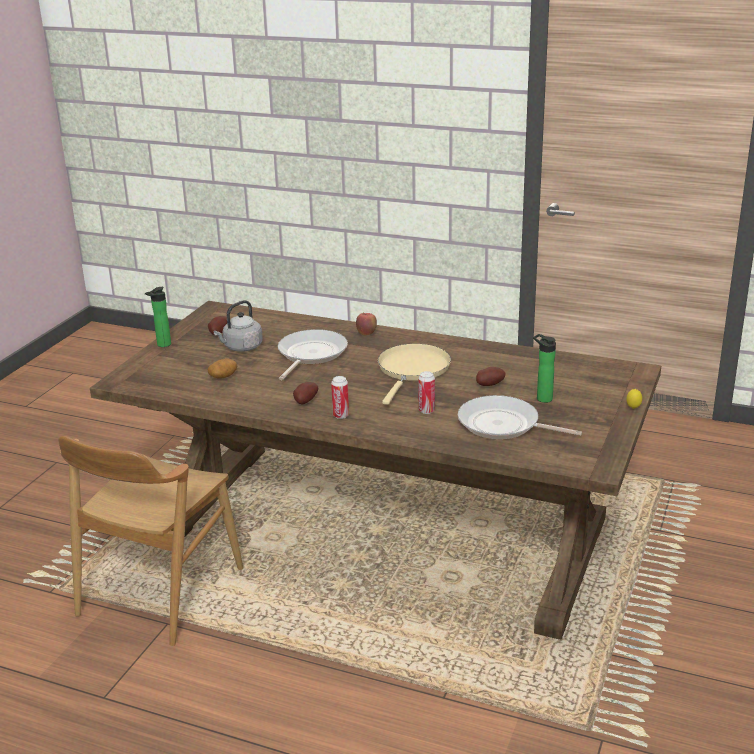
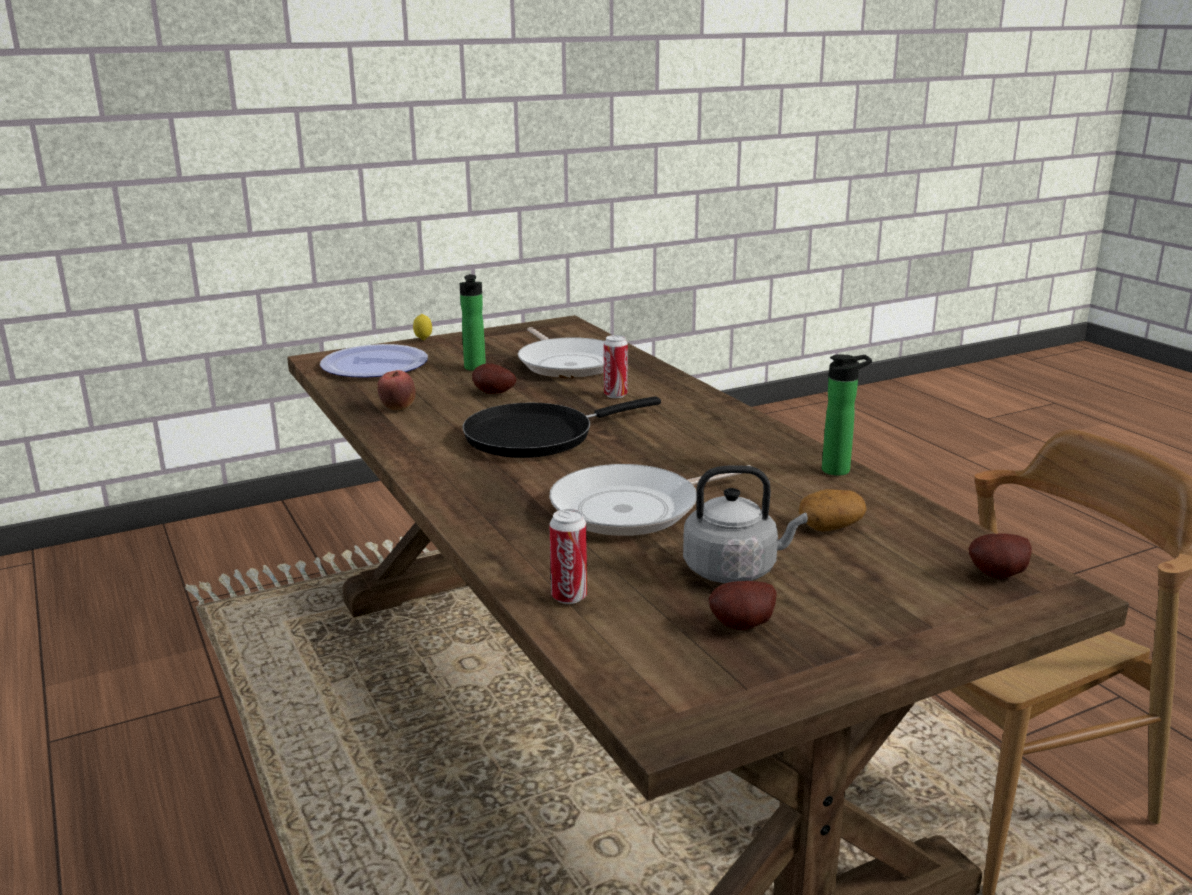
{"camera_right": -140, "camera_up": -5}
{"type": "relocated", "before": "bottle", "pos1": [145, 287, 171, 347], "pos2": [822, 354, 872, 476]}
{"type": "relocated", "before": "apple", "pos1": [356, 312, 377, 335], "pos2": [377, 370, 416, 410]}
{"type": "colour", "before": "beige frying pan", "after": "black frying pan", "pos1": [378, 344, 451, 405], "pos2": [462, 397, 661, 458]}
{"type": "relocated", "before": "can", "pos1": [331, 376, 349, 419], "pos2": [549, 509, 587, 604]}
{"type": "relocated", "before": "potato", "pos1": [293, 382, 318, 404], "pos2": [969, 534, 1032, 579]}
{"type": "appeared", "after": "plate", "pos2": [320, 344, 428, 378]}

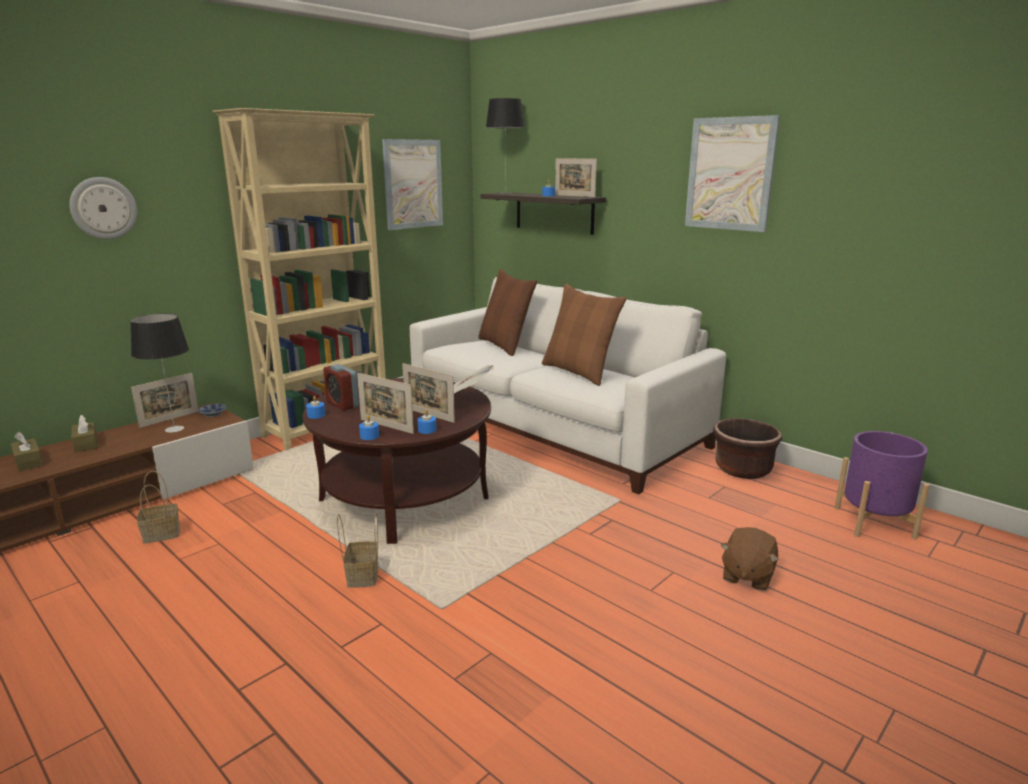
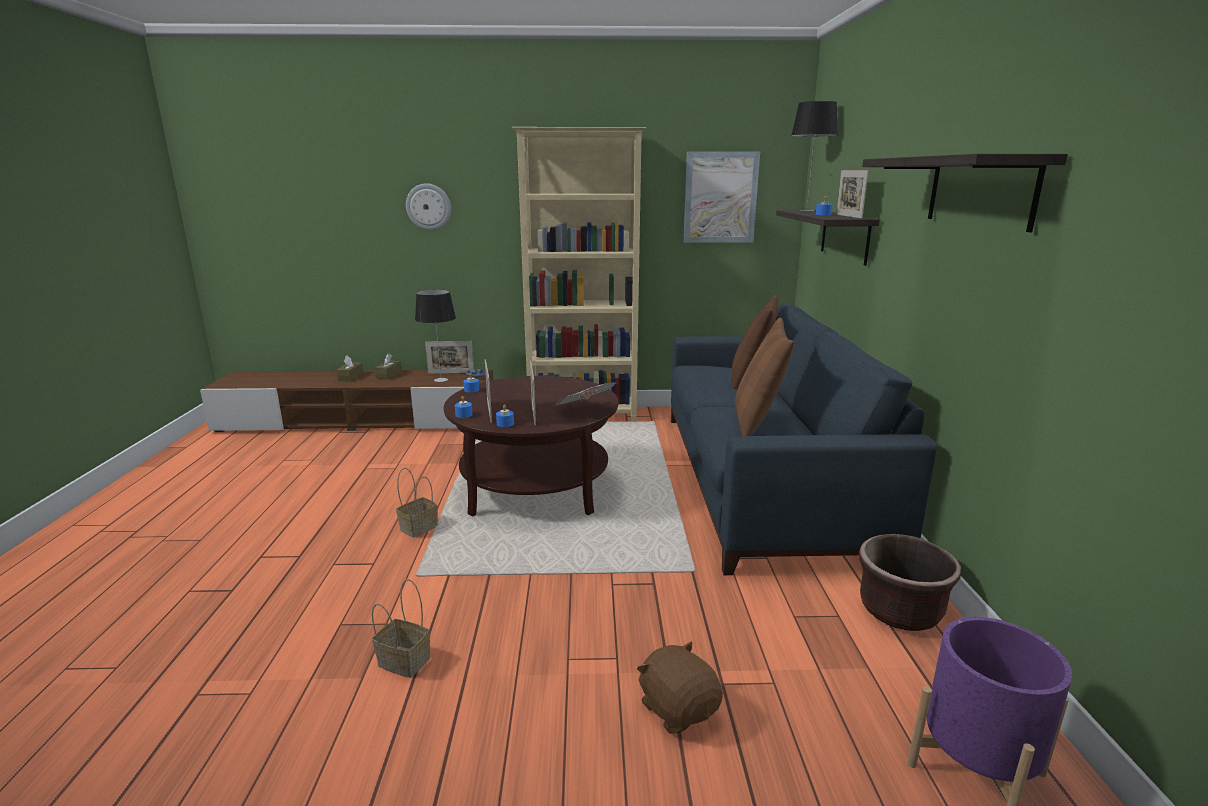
{"camera_right": 45, "camera_up": 0}
{"type": "exchanged", "before": "picture", "after": "shelf", "pos1": [685, 115, 780, 232], "pos2": [862, 154, 1068, 232]}
{"type": "colour", "before": "white sofa", "after": "blue sofa", "pos1": [410, 277, 726, 495], "pos2": [671, 304, 937, 575]}
{"type": "missing", "before": "alarm clock", "pos1": [323, 364, 359, 410]}
{"type": "relocated", "before": "basket", "pos1": [137, 471, 180, 543], "pos2": [372, 579, 431, 678]}
{"type": "spun", "before": "brown plush toy", "pos1": [721, 527, 779, 591], "pos2": [637, 641, 723, 734], "turn": 75}

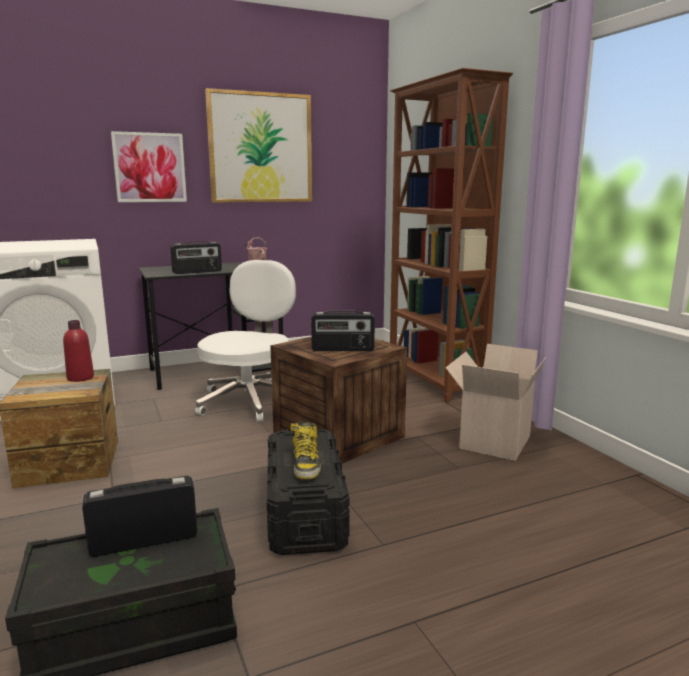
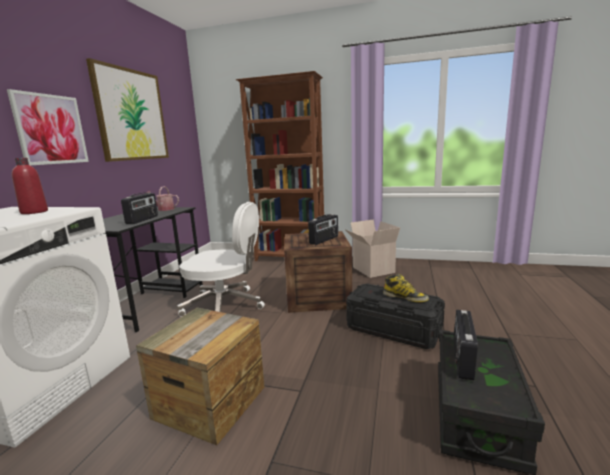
{"camera_right": -50, "camera_up": 0}
{"type": "spun", "before": "white office chair", "pos1": [195, 260, 296, 422], "pos2": [177, 202, 265, 317], "turn": 135}
{"type": "relocated", "before": "red bottle", "pos1": [63, 320, 94, 382], "pos2": [12, 158, 48, 214]}

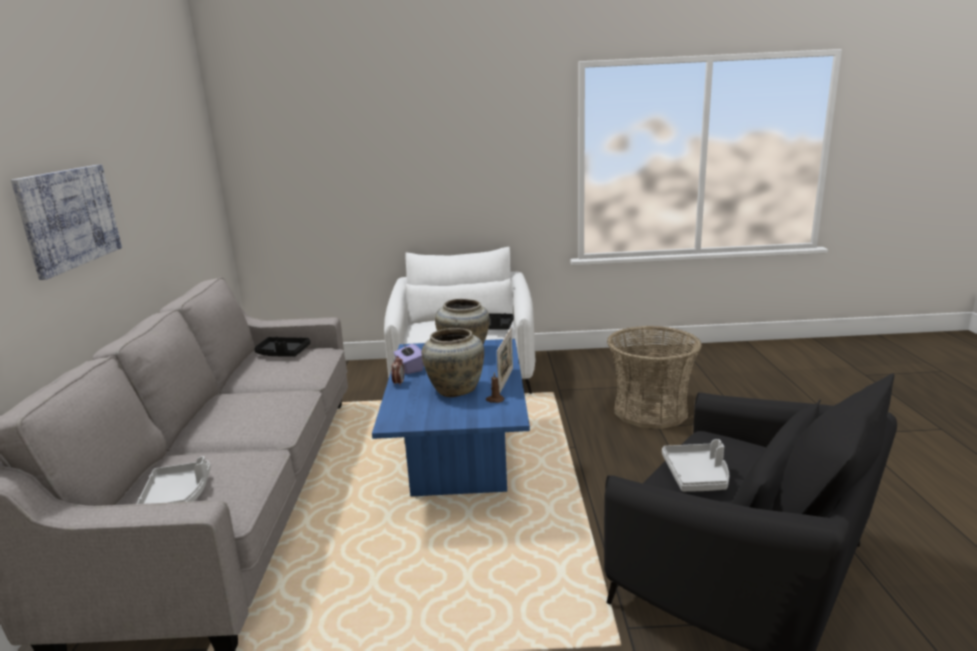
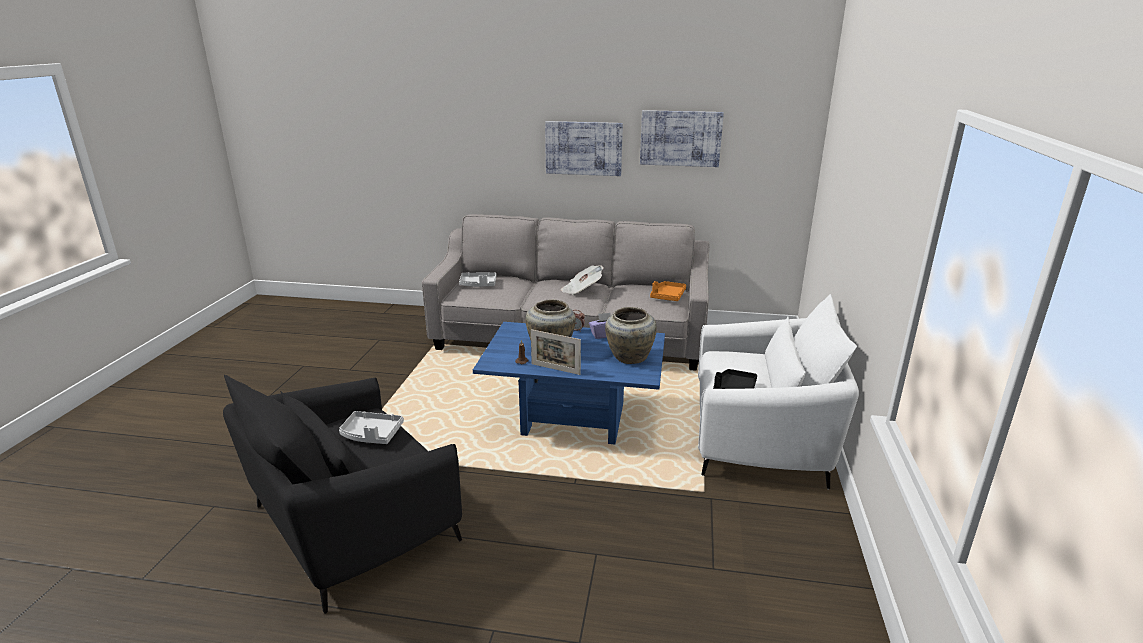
{"camera_right": 100, "camera_up": 5}
{"type": "missing", "before": "basket", "pos1": [607, 326, 702, 429]}
{"type": "colour", "before": "black tray", "after": "orange tray", "pos1": [254, 337, 310, 357], "pos2": [650, 281, 686, 301]}
{"type": "appeared", "after": "picture", "pos2": [640, 110, 724, 167]}
{"type": "appeared", "after": "newspaper", "pos2": [561, 265, 604, 295]}

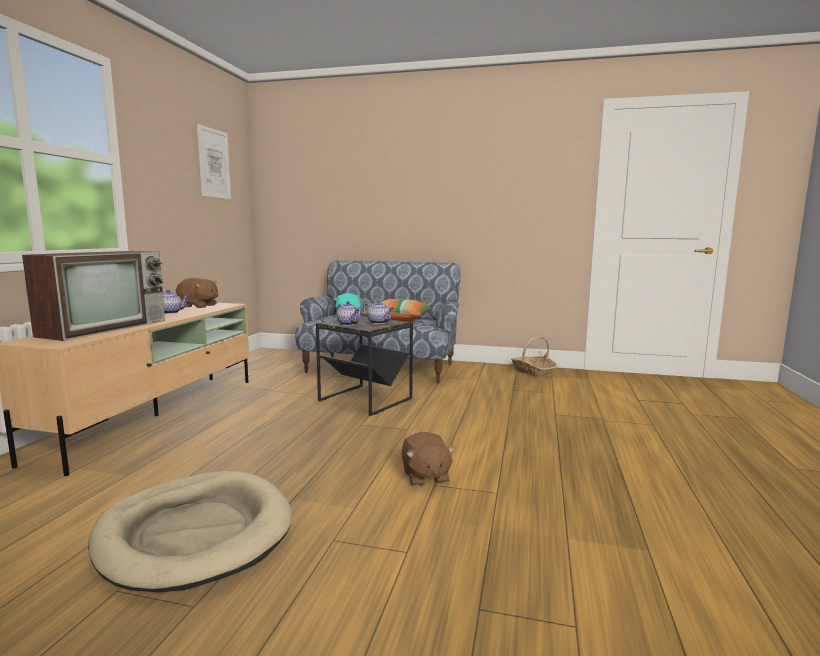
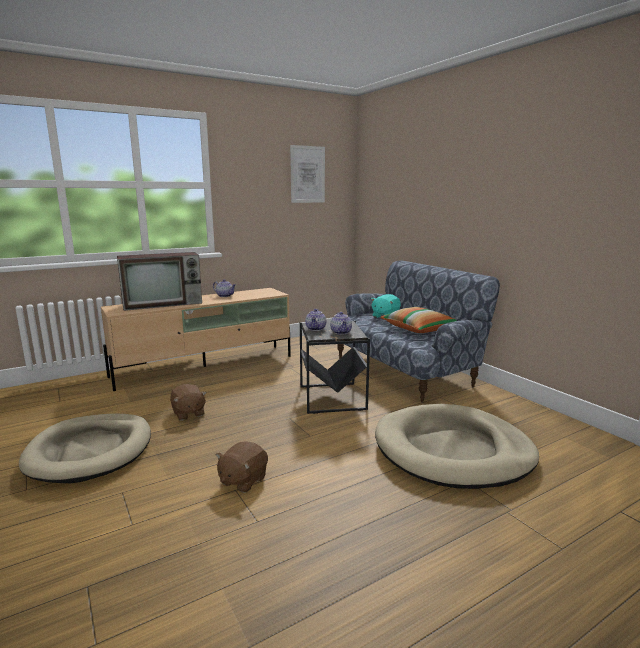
{"camera_right": 45, "camera_up": 5}
{"type": "relocated", "before": "brown plush toy", "pos1": [176, 278, 218, 308], "pos2": [170, 384, 207, 421]}
{"type": "missing", "before": "basket", "pos1": [511, 336, 557, 377]}
{"type": "appeared", "after": "beige dog bed", "pos2": [375, 404, 539, 489]}

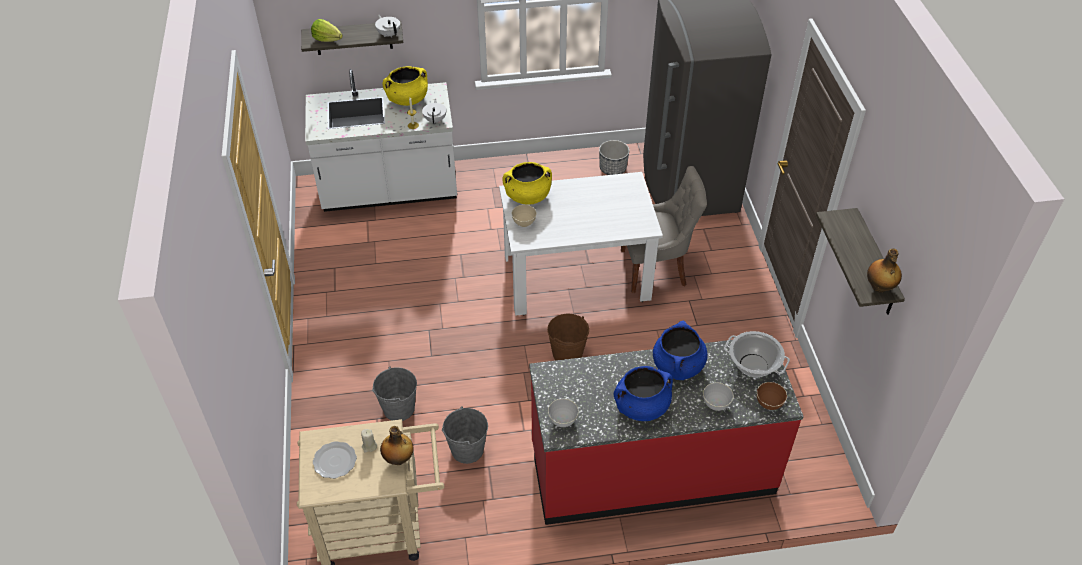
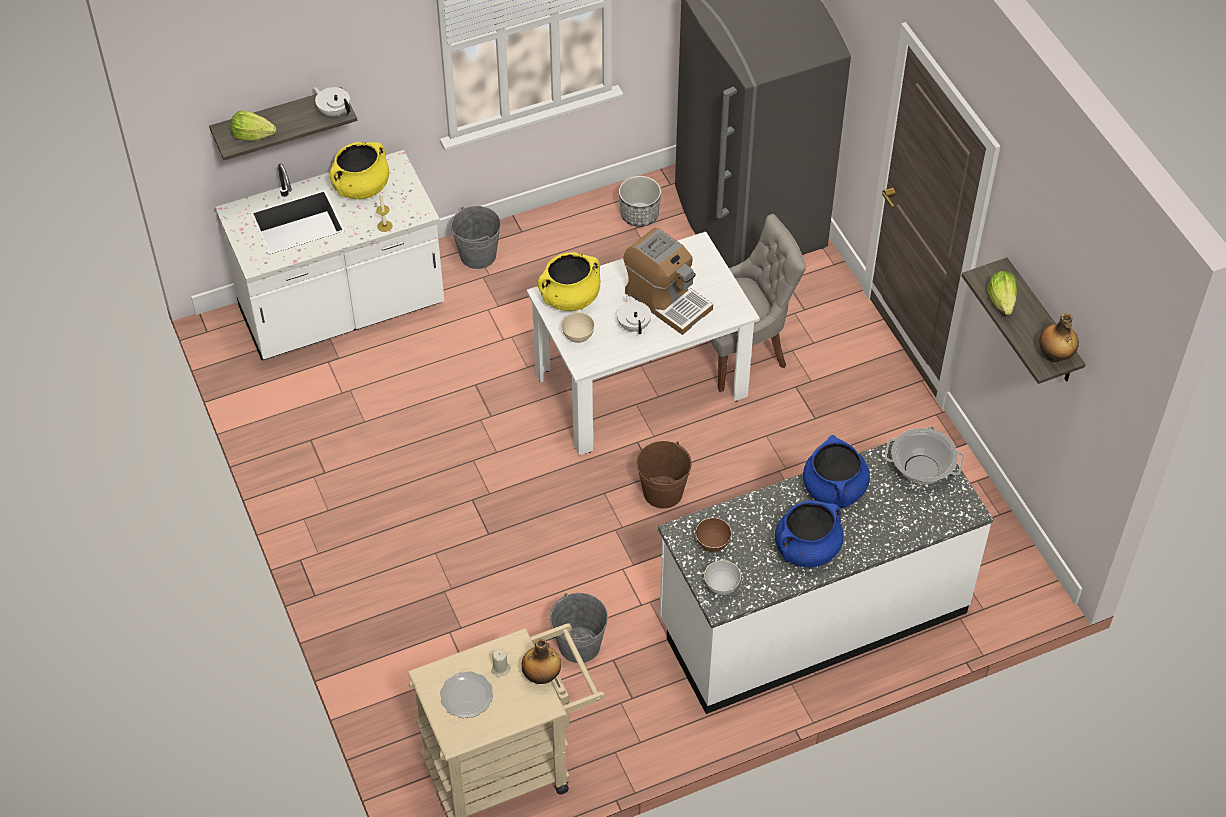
{"camera_right": -15, "camera_up": 5}
{"type": "relocated", "before": "white teapot", "pos1": [422, 99, 446, 124], "pos2": [617, 294, 651, 334]}
{"type": "colour", "before": "red counter", "after": "white counter", "pos1": [529, 335, 804, 525], "pos2": [658, 427, 993, 714]}
{"type": "relocated", "before": "grey bucket", "pos1": [372, 367, 417, 421], "pos2": [451, 206, 501, 269]}
{"type": "relocated", "before": "brown bowl", "pos1": [757, 382, 787, 410], "pos2": [695, 518, 732, 552]}
{"type": "missing", "before": "grey bowl", "pos1": [703, 383, 734, 411]}
{"type": "appeared", "after": "coffee machine", "pos2": [623, 228, 713, 335]}
{"type": "appeared", "after": "lettuce", "pos2": [987, 271, 1017, 315]}

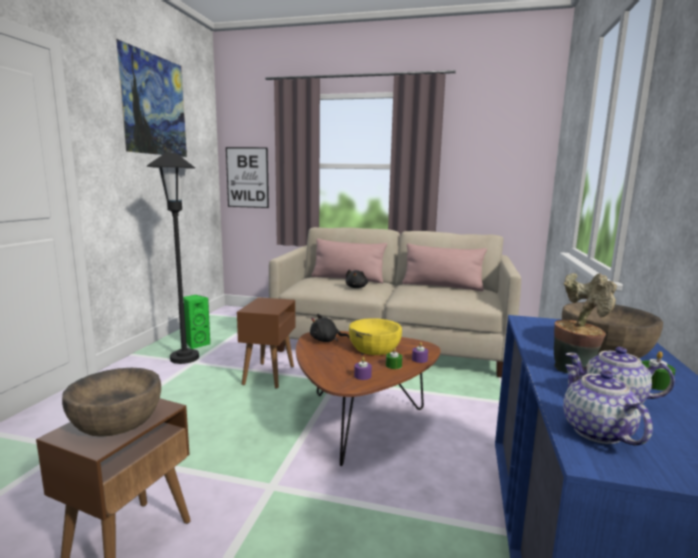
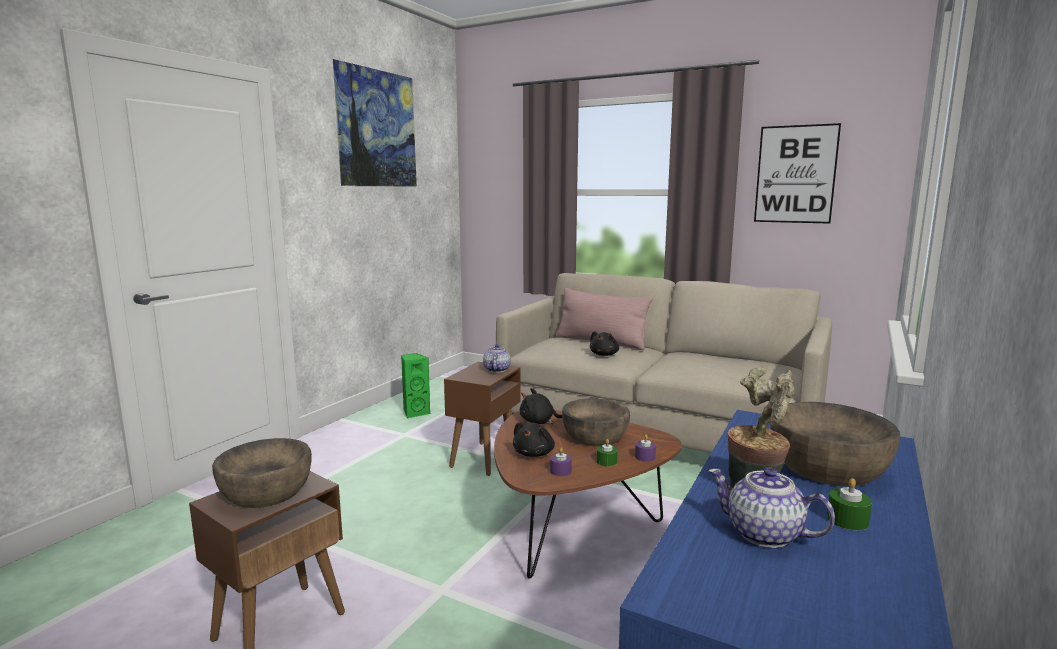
{"camera_right": 15, "camera_up": 0}
{"type": "relocated", "before": "picture", "pos1": [226, 147, 269, 208], "pos2": [754, 123, 841, 224]}
{"type": "missing", "before": "black floor lamp", "pos1": [147, 153, 199, 364]}
{"type": "missing", "before": "pink pillow", "pos1": [402, 243, 487, 291]}
{"type": "colour", "before": "yellow bowl", "after": "brown bowl", "pos1": [349, 318, 402, 355], "pos2": [562, 398, 630, 446]}
{"type": "relocated", "before": "teapot", "pos1": [563, 364, 653, 446], "pos2": [483, 344, 511, 373]}
{"type": "appeared", "after": "black plush toy", "pos2": [513, 422, 555, 457]}

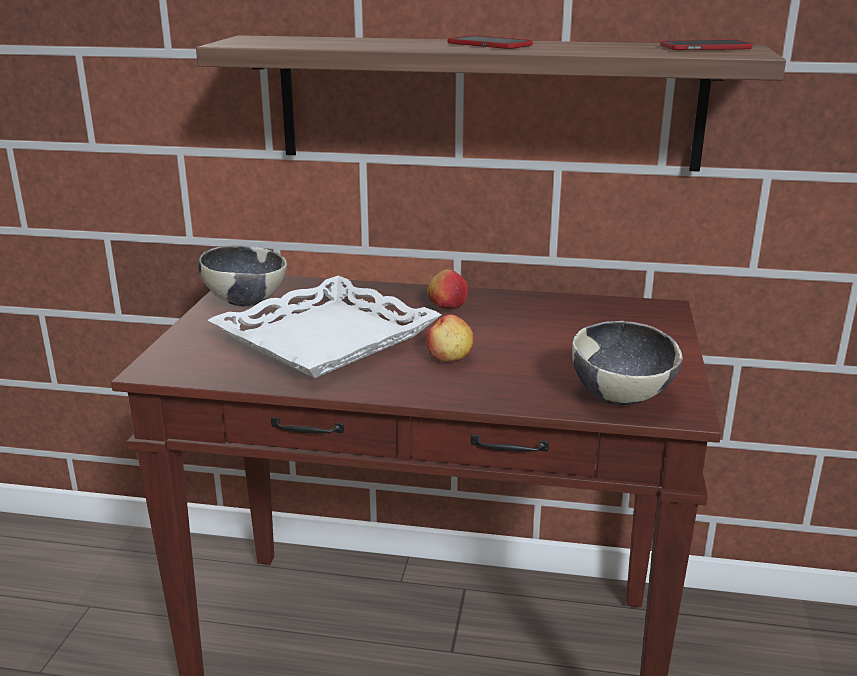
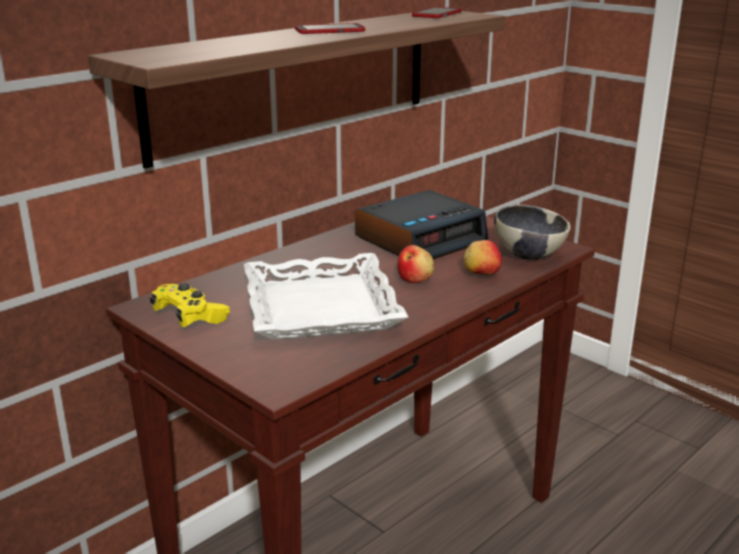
{"camera_right": -55, "camera_up": 0}
{"type": "exchanged", "before": "bowl", "after": "yellow game controller", "pos1": [198, 245, 287, 307], "pos2": [150, 284, 230, 327]}
{"type": "relocated", "before": "apple", "pos1": [427, 269, 468, 309], "pos2": [464, 240, 502, 275]}
{"type": "appeared", "after": "alarm clock", "pos2": [355, 190, 488, 259]}

